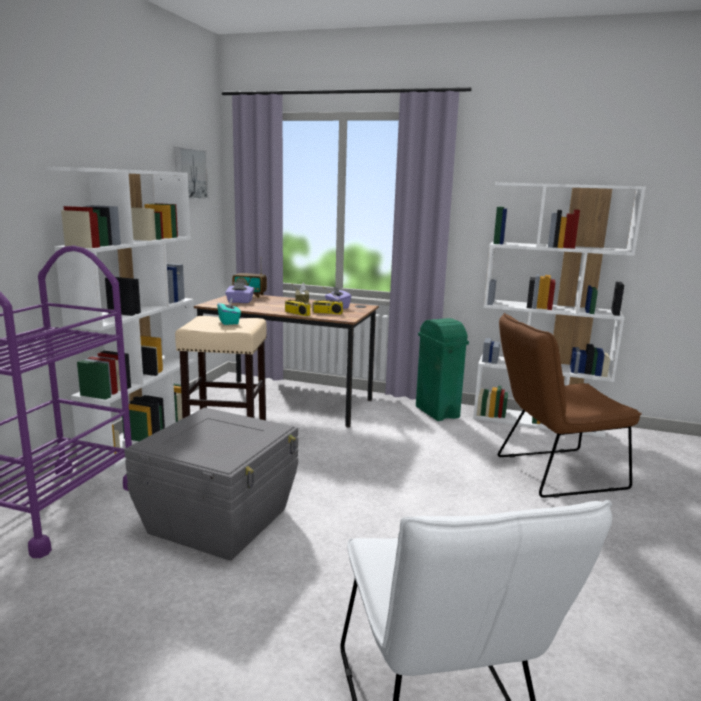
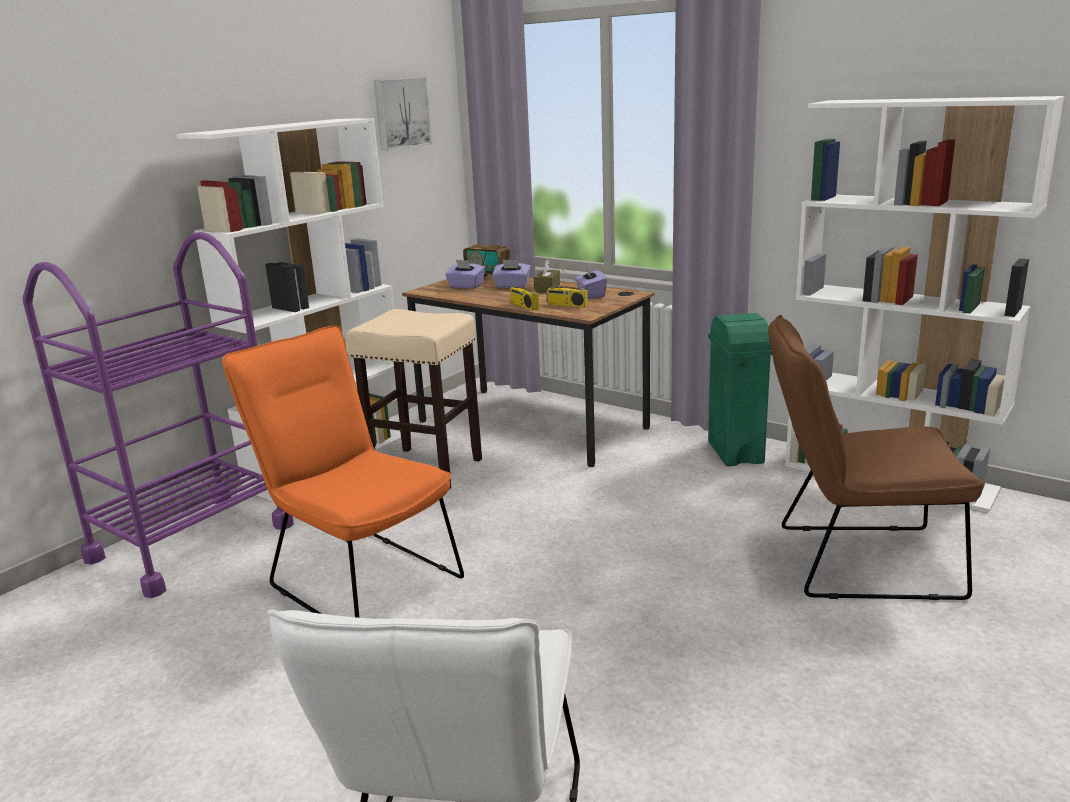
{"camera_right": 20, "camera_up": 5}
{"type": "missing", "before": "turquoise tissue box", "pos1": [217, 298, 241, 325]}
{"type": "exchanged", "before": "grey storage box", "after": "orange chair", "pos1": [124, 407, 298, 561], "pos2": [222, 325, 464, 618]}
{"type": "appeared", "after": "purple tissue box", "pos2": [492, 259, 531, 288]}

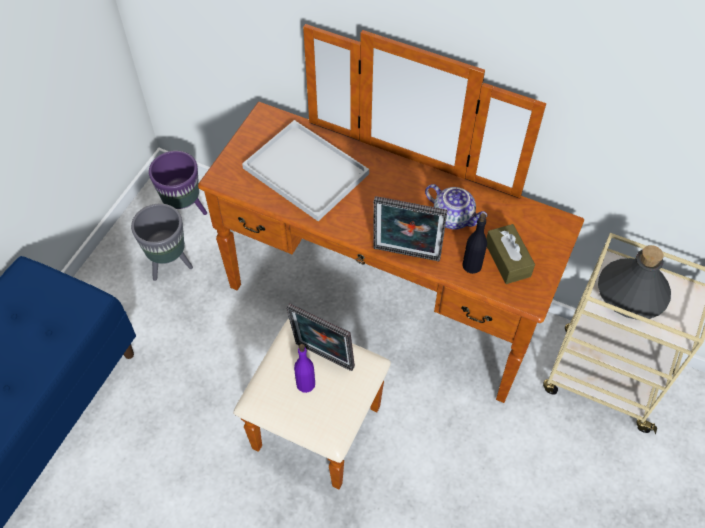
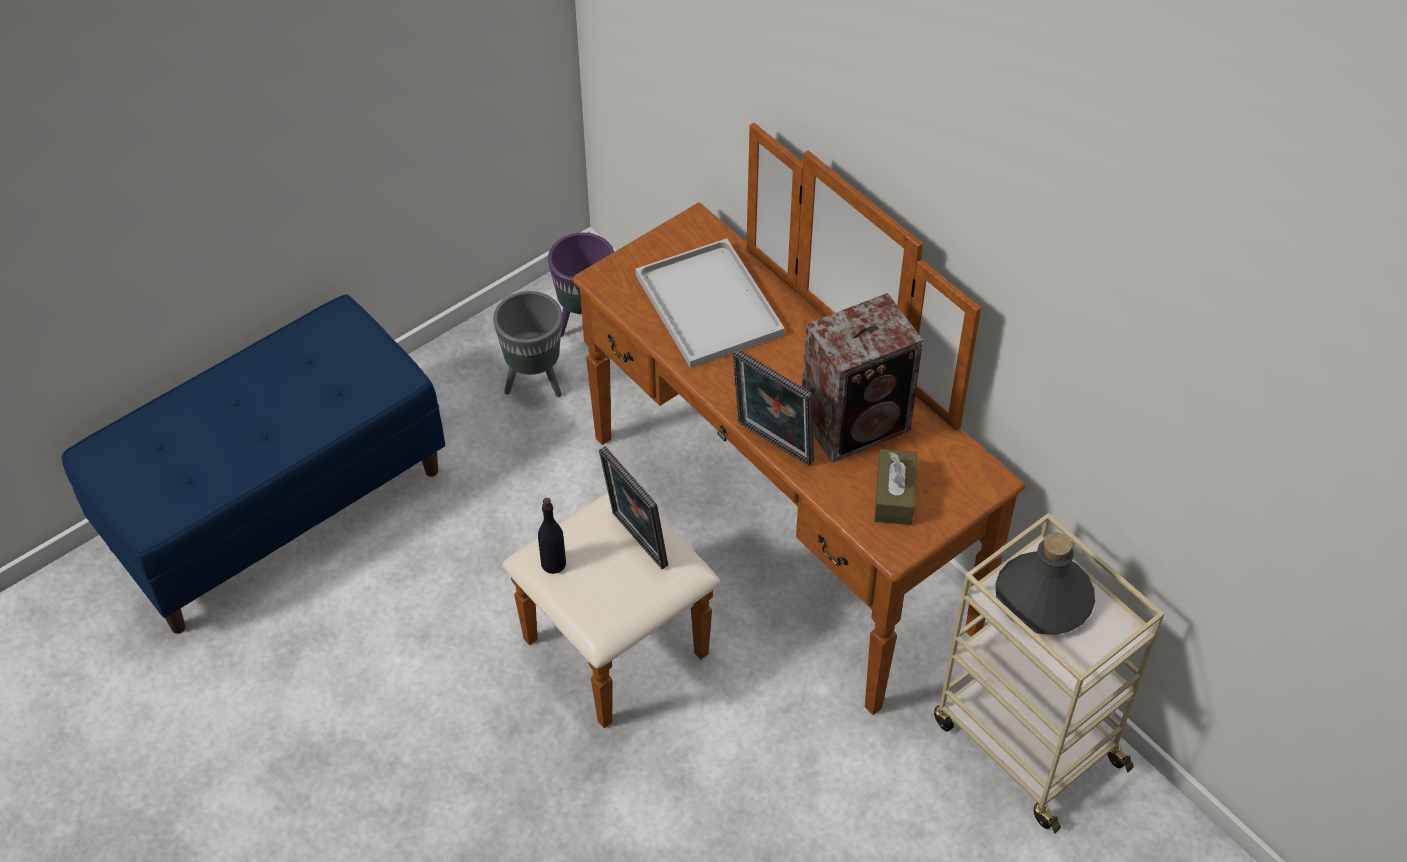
{"camera_right": 25, "camera_up": -5}
{"type": "exchanged", "before": "teapot", "after": "speaker", "pos1": [425, 184, 487, 229], "pos2": [802, 293, 923, 463]}
{"type": "relocated", "before": "black bottle", "pos1": [462, 213, 487, 274], "pos2": [538, 498, 566, 574]}
{"type": "missing", "before": "purple bottle", "pos1": [294, 344, 315, 393]}

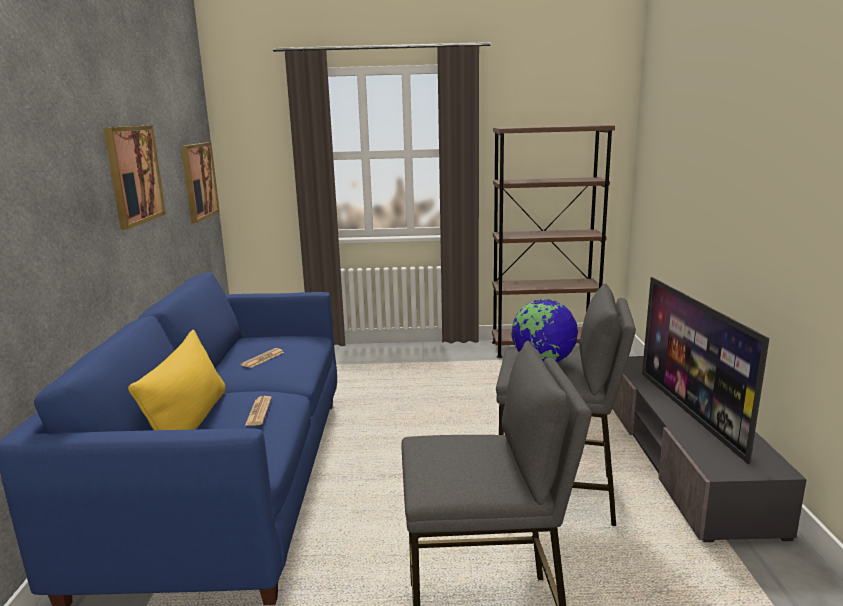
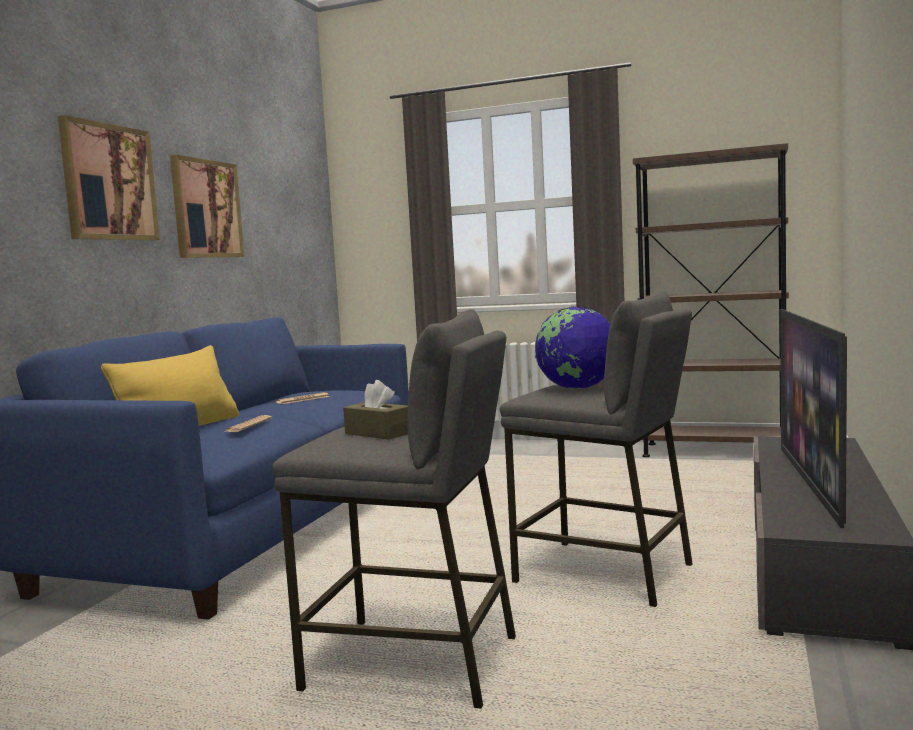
{"camera_right": 20, "camera_up": -10}
{"type": "relocated", "before": "picture", "pos1": [181, 142, 220, 223], "pos2": [58, 115, 160, 240]}
{"type": "appeared", "after": "brown tissue box", "pos2": [343, 380, 408, 440]}

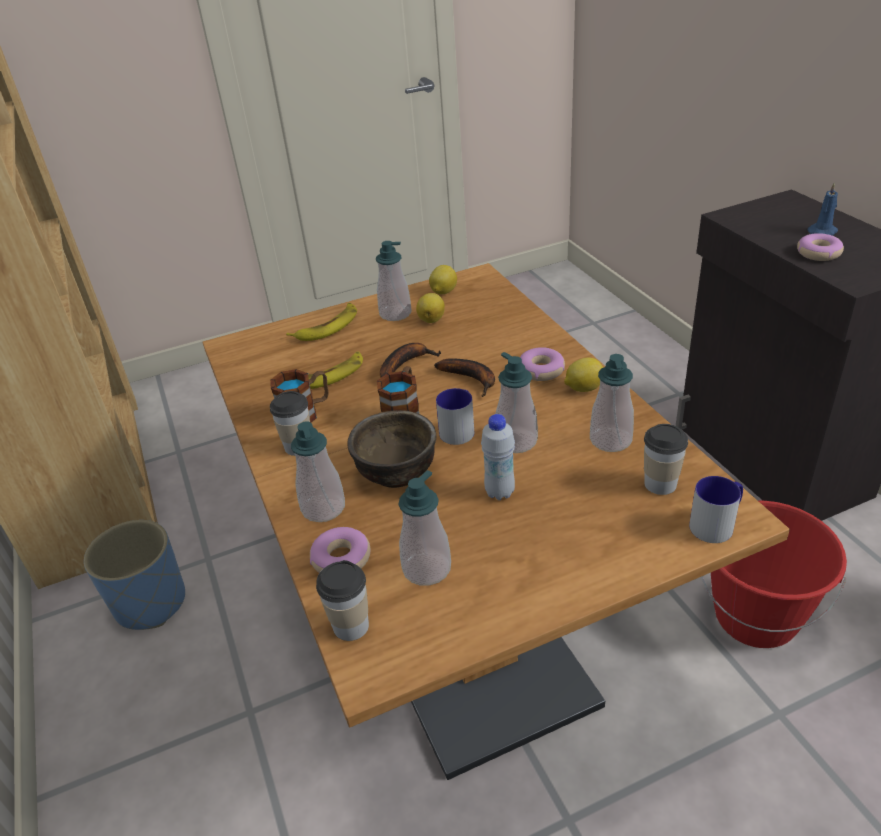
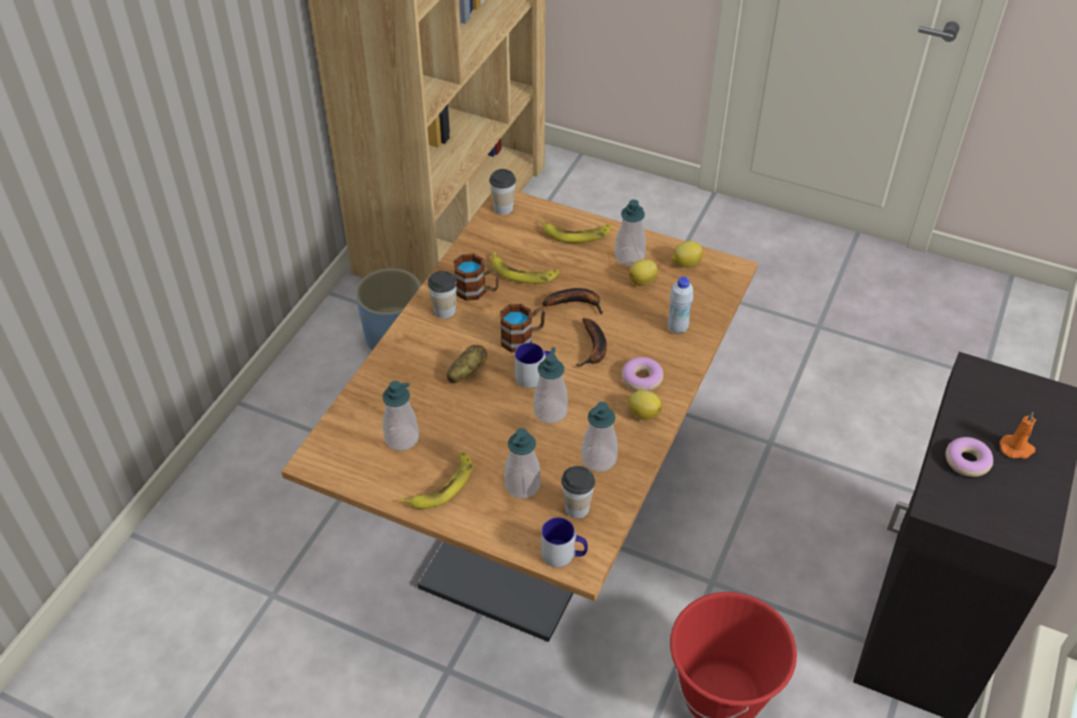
{"camera_right": 45, "camera_up": 10}
{"type": "colour", "before": "blue candle", "after": "orange candle", "pos1": [808, 182, 838, 236], "pos2": [1000, 412, 1036, 459]}
{"type": "exchanged", "before": "brown bowl", "after": "potato", "pos1": [348, 410, 436, 488], "pos2": [447, 345, 487, 383]}
{"type": "relocated", "before": "white bottle", "pos1": [481, 414, 515, 500], "pos2": [668, 277, 694, 334]}
{"type": "relocated", "before": "soap dispenser", "pos1": [291, 421, 345, 522], "pos2": [504, 428, 541, 498]}
{"type": "missing", "before": "donut", "pos1": [310, 527, 370, 573]}
{"type": "relocated", "before": "cup", "pos1": [316, 560, 369, 641], "pos2": [489, 169, 516, 215]}
{"type": "appeared", "after": "banana", "pos2": [400, 451, 473, 509]}

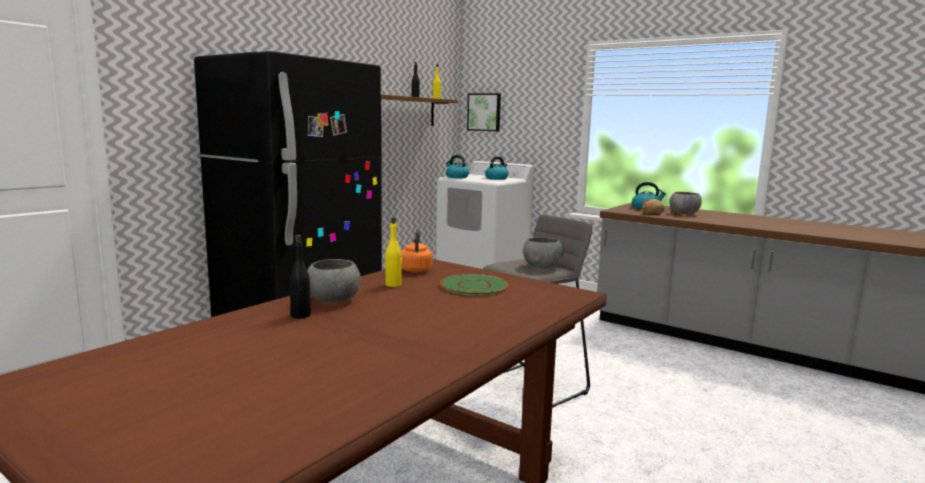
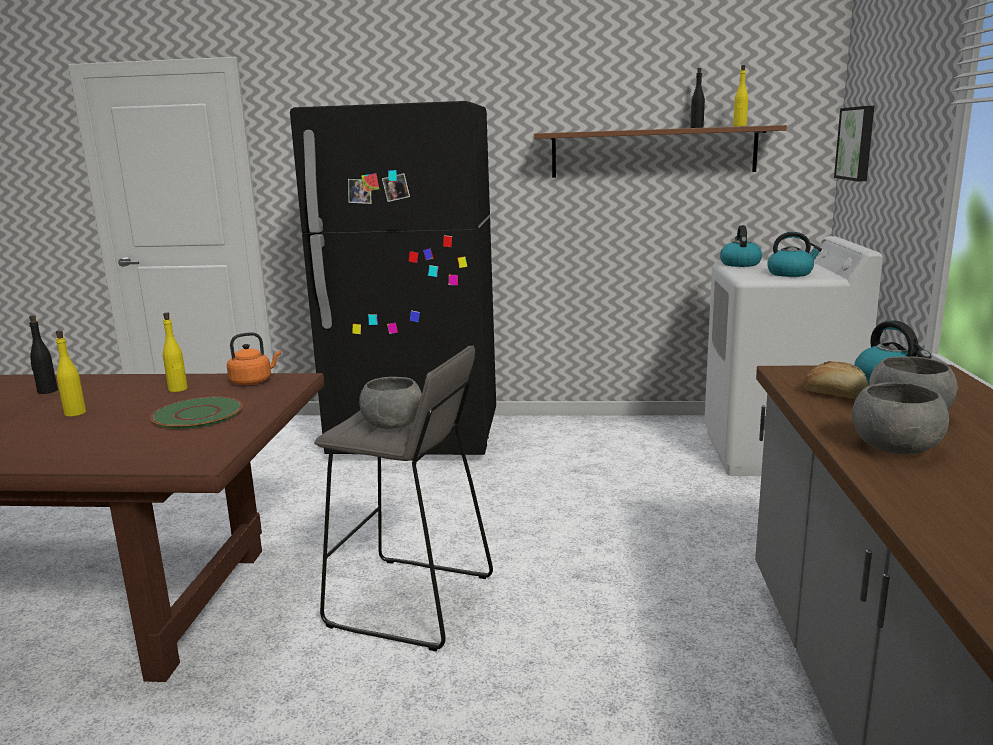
{"camera_right": 60, "camera_up": 5}
{"type": "relocated", "before": "grey bowl", "pos1": [307, 259, 361, 303], "pos2": [852, 382, 949, 455]}
{"type": "appeared", "after": "yellow bottle", "pos2": [56, 330, 86, 416]}

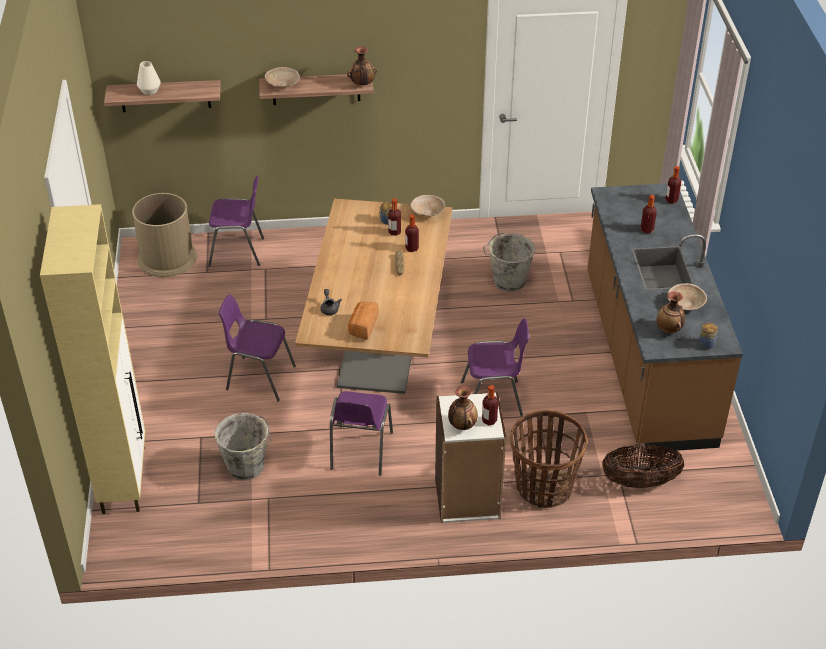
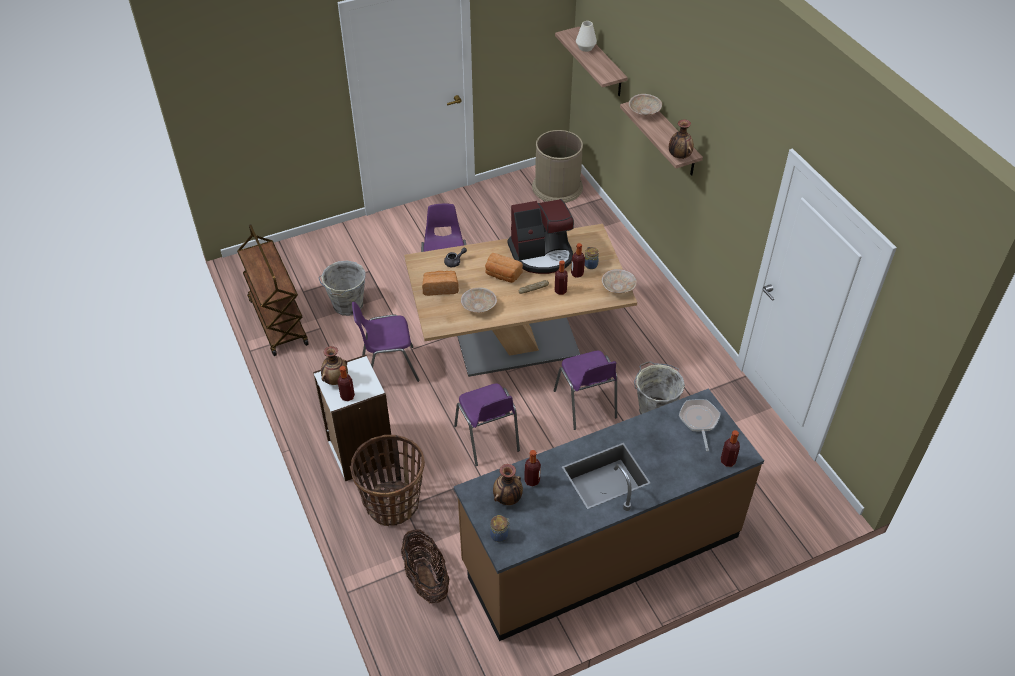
{"camera_right": 70, "camera_up": 5}
{"type": "relocated", "before": "purple chair", "pos1": [208, 176, 264, 267], "pos2": [554, 351, 617, 430]}
{"type": "relocated", "before": "bottle", "pos1": [640, 195, 657, 233], "pos2": [524, 450, 541, 487]}
{"type": "missing", "before": "beige cabinet", "pos1": [40, 204, 145, 514]}
{"type": "relocated", "before": "beige bowl", "pos1": [667, 283, 707, 310], "pos2": [461, 287, 497, 313]}
{"type": "appeared", "after": "coffee machine", "pos2": [508, 199, 574, 274]}
{"type": "appeared", "after": "brown cart", "pos2": [237, 224, 309, 356]}
{"type": "appeared", "after": "bread", "pos2": [485, 253, 523, 283]}
{"type": "appeared", "after": "frying pan", "pos2": [679, 399, 721, 452]}

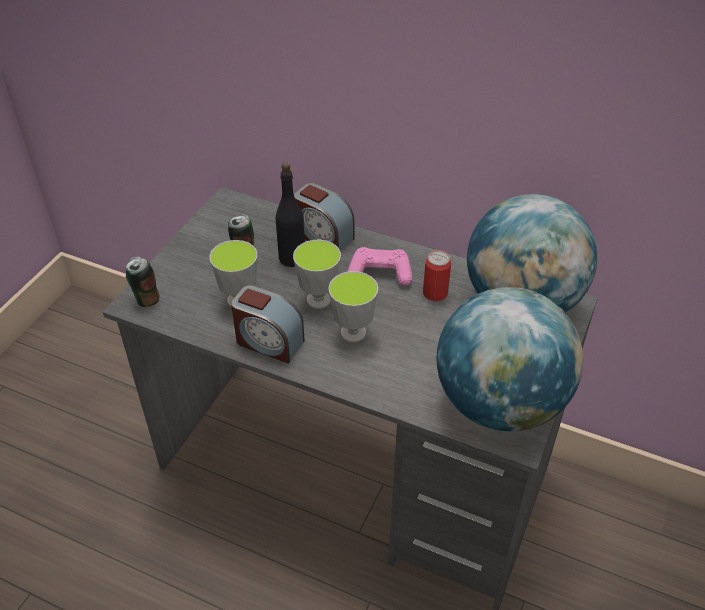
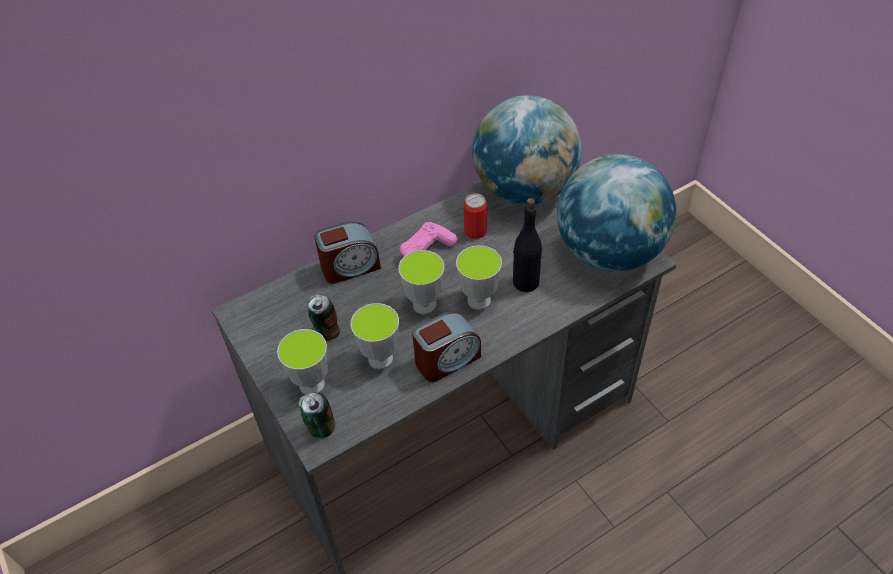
{"camera_right": -55, "camera_up": 5}
{"type": "relocated", "before": "black bottle", "pos1": [276, 162, 305, 267], "pos2": [513, 198, 542, 292]}
{"type": "appeared", "after": "cup", "pos2": [277, 329, 328, 395]}

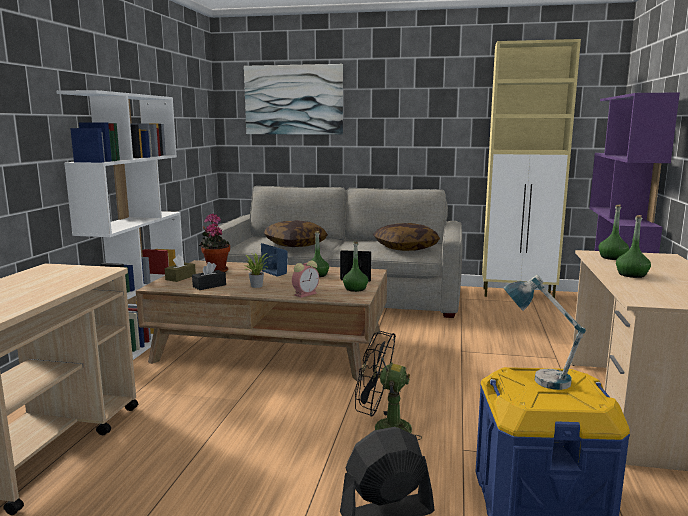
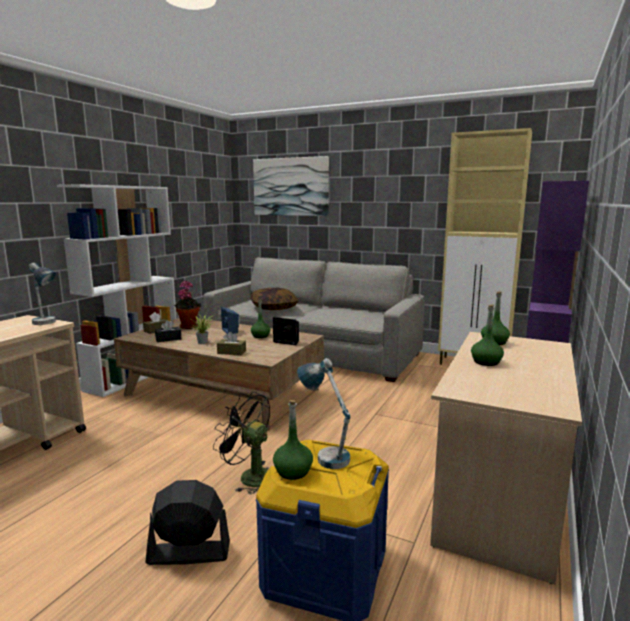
{"camera_right": 15, "camera_up": 0}
{"type": "missing", "before": "pillow", "pos1": [373, 223, 440, 251]}
{"type": "relocated", "before": "green bottle", "pos1": [343, 242, 368, 292], "pos2": [273, 400, 313, 480]}
{"type": "exchanged", "before": "alarm clock", "after": "brown tissue box", "pos1": [292, 261, 319, 298], "pos2": [217, 332, 246, 355]}
{"type": "appeared", "after": "table lamp", "pos2": [29, 263, 56, 325]}

